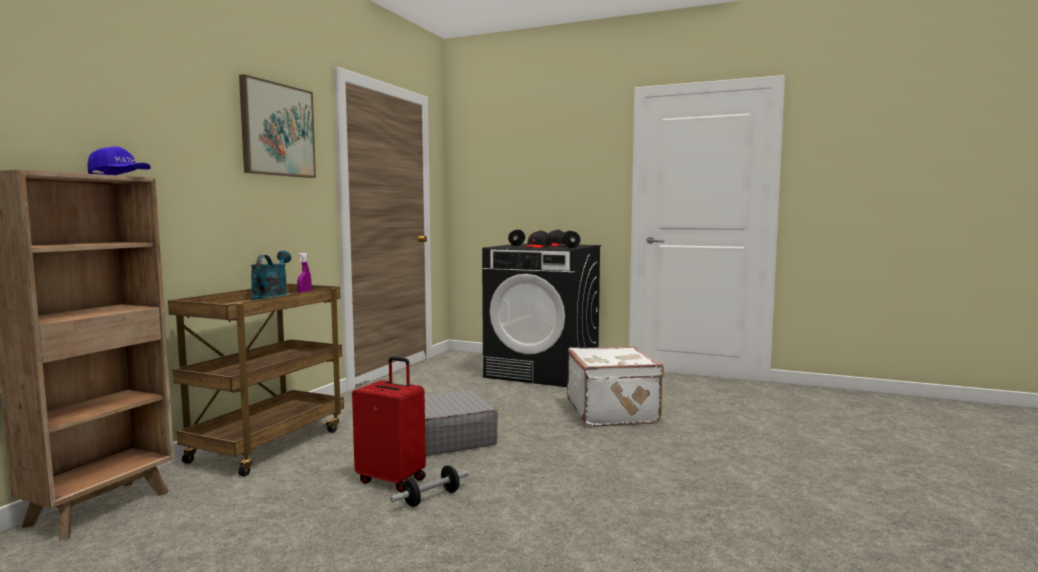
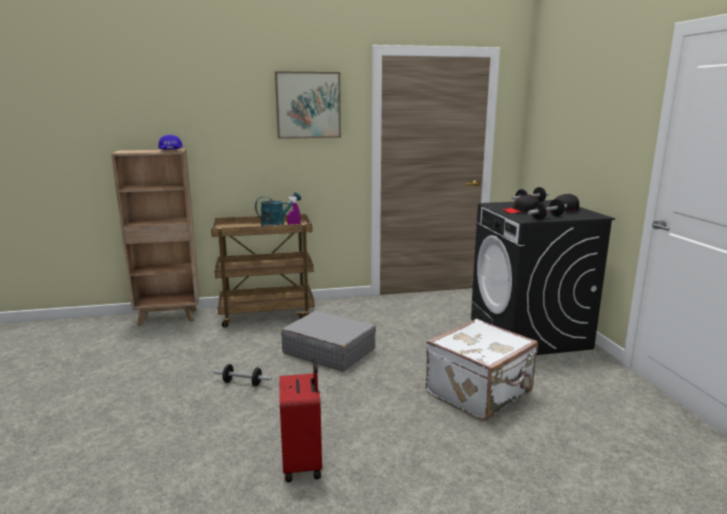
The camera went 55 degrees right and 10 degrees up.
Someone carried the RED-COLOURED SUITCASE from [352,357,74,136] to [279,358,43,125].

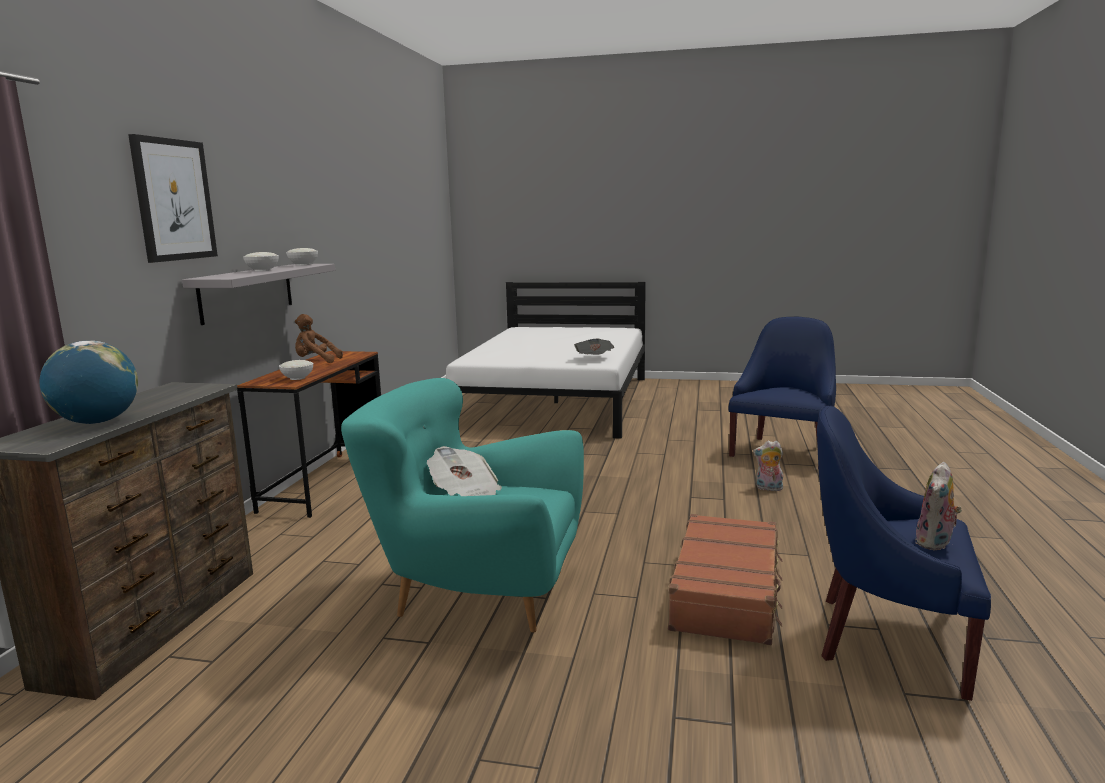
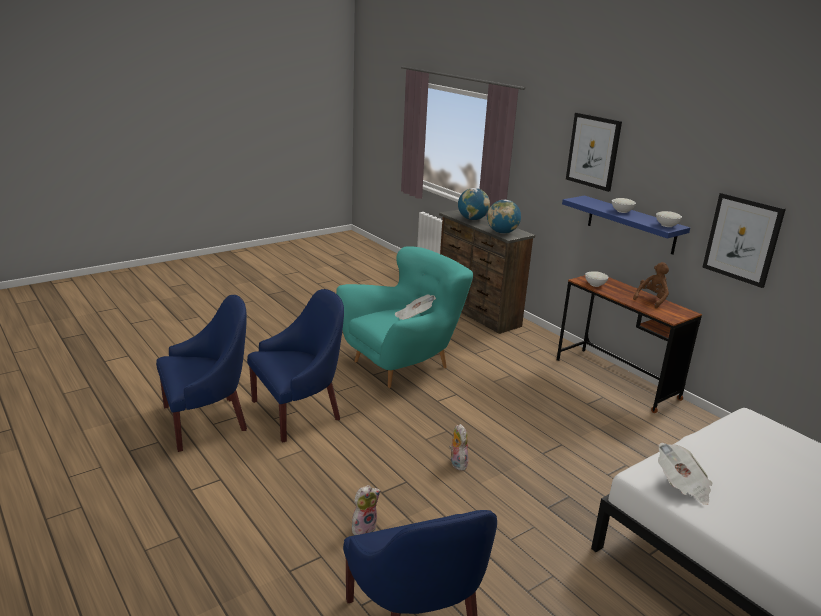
The camera went 130 degrees right and 10 degrees up.
Someone repainted the GRAY WALL SHELF at [182,264,153,61], which became the BLUISH WALL SHELF at [562,196,128,59].
Someone carried the CUDDLY TOY from [915,462,47,89] to [449,424,19,47].
Someone swapped the BROWN SUITCASE at [668,514,114,131] for the BLUISH EASY CHAIR at [247,289,97,154].
Someone put up the PICTURE at [702,193,84,95].
Someone put down the WORLD GLOBE at [487,200,34,34].

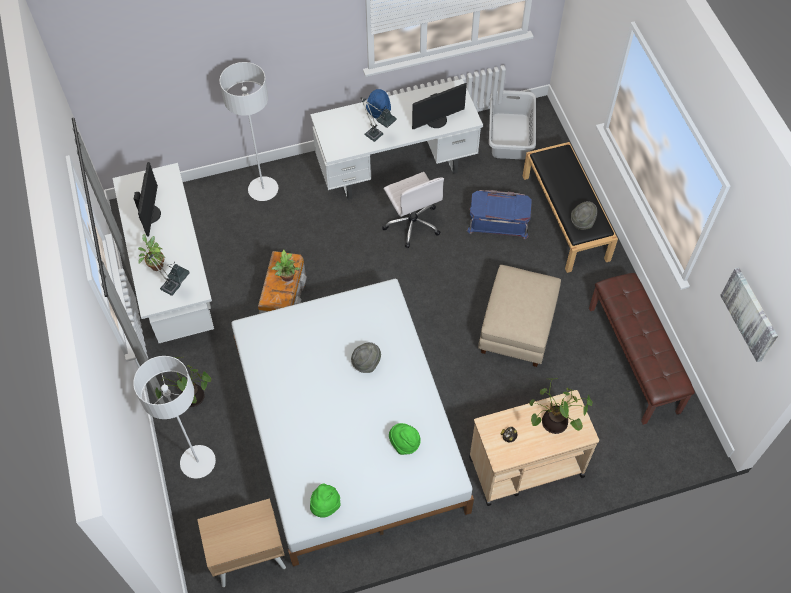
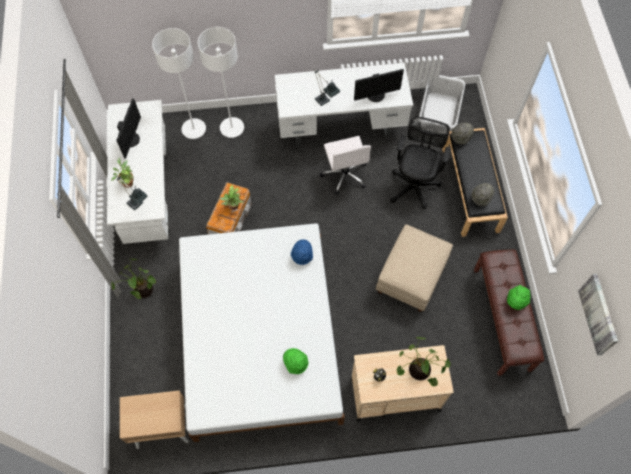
The camera went 10 degrees right and 5 degrees up.
Someone carried the BLUISH CLOTHING HAT from [366,89,25,30] to [291,239,22,26].
Someone swapped the BLUISH STORAGE CONTAINER at [467,190,65,49] for the BLACK-COLOURED COMPUTER CHAIR at [390,117,61,92].
Someone carried the GRAY CLOTHING HAT from [351,342,30,31] to [451,122,23,22].
Someone carried the WHITE FLOOR LAMP from [133,356,83,123] to [152,28,54,111].
Someone carried the GREEN-COLOURED CLOTHING HAT from [310,484,31,34] to [507,285,24,25].

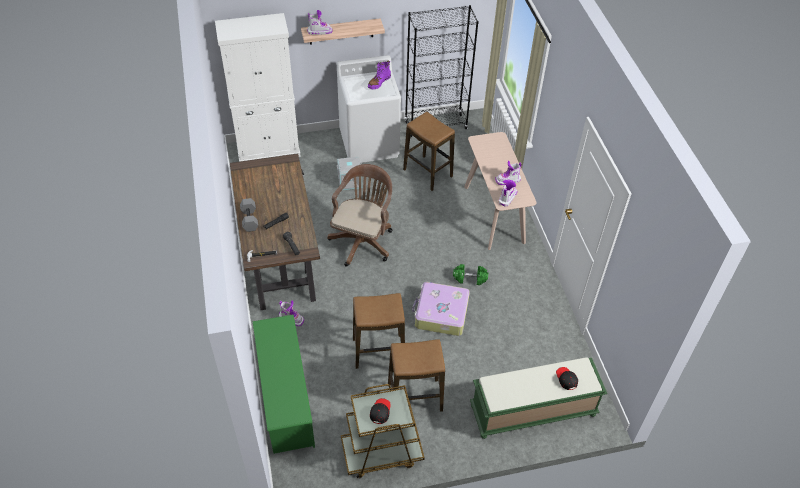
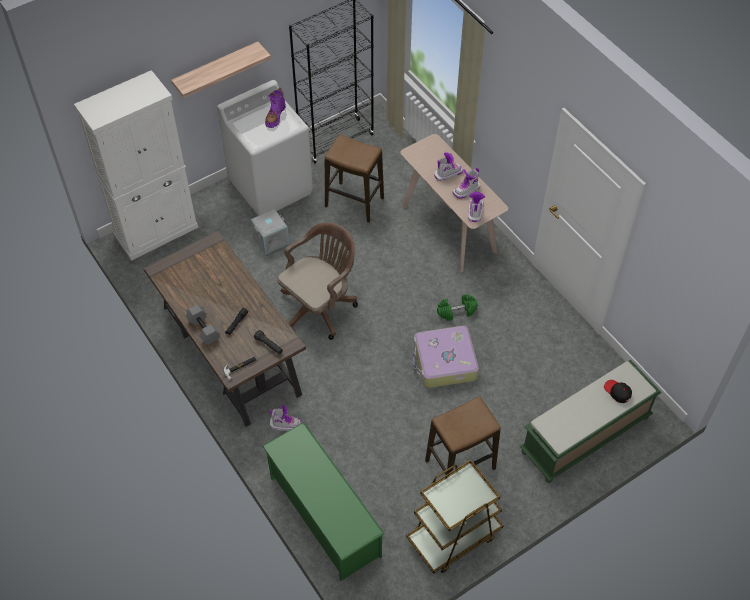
The camera went 20 degrees left and 5 degrees up.
Someone carried the HIGH-TOP BOOT from [307,10,26,25] to [434,152,29,29].
Someone rotated the BROWN COMPUTER CHAIR at [328,164,64,103] by 45 degrees clockwise.
Someone took away the STOOL at [353,293,52,76].
Someone took away the BLACK-COLOURED BASEBALL CAP at [370,398,21,26].

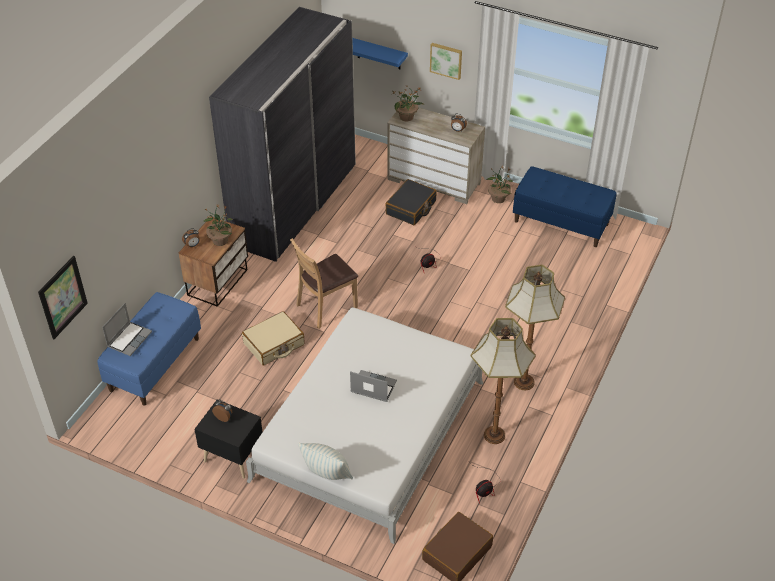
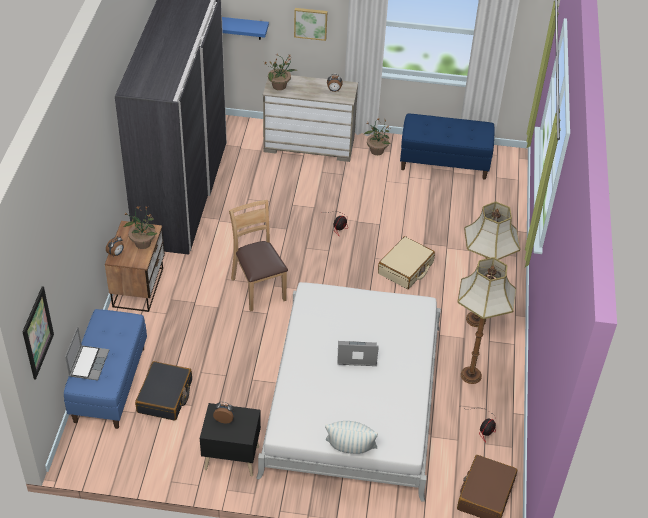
The camera went 20 degrees left and 0 degrees up.
Someone carried the BLACK-COLOURED SUITCASE from [385,179,51,46] to [135,361,57,60].
Someone rotated the BROWN UPRIGHT CHAIR at [290,238,68,91] by 120 degrees clockwise.
Someone carried the SAND-COLOURED SUITCASE from [242,311,63,54] to [378,236,57,53].

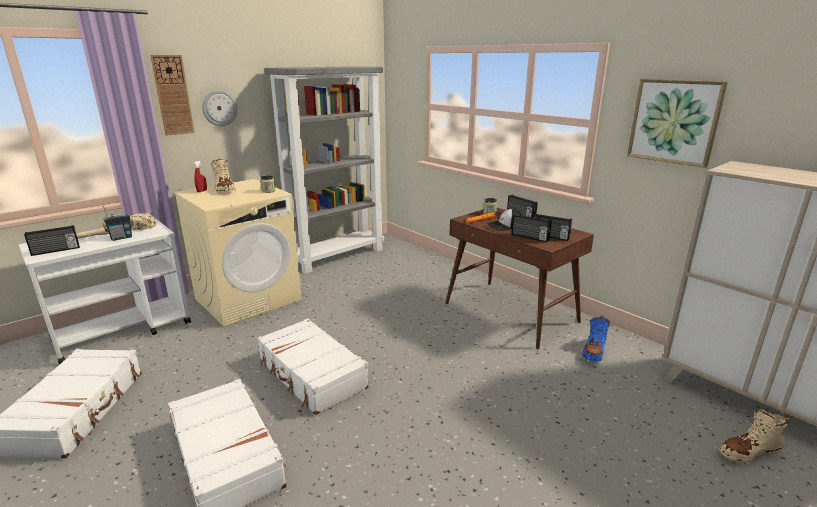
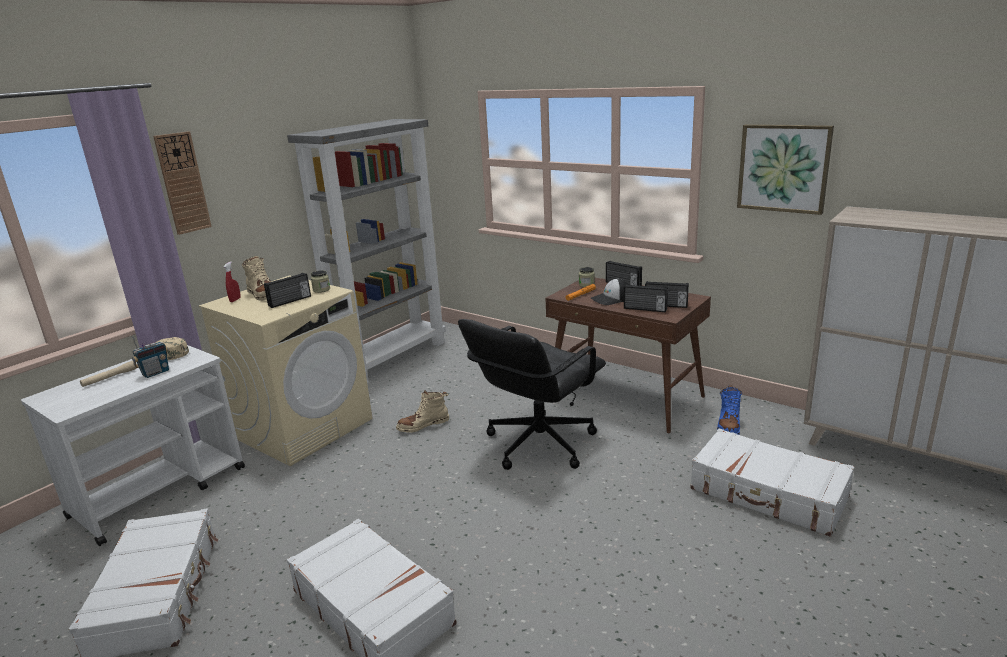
The camera went 10 degrees left and 0 degrees up.
Someone took away the CLOCK ON THE WALL at [202,90,35,36].
Someone carried the RADIO from [24,225,56,31] to [264,273,47,35].
Someone carried the WHITE SUITCASE from [257,318,112,97] to [690,429,164,108].
Someone carried the SAND-COLOURED HIGH-TOP BOOT from [719,409,71,54] to [396,390,53,43].
Someone put down the BLACK-COLOURED COMPUTER CHAIR at [458,319,148,151].

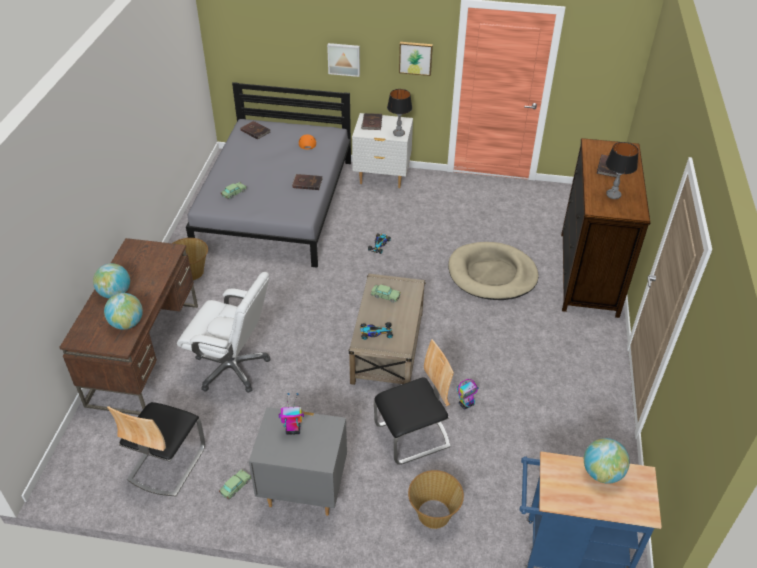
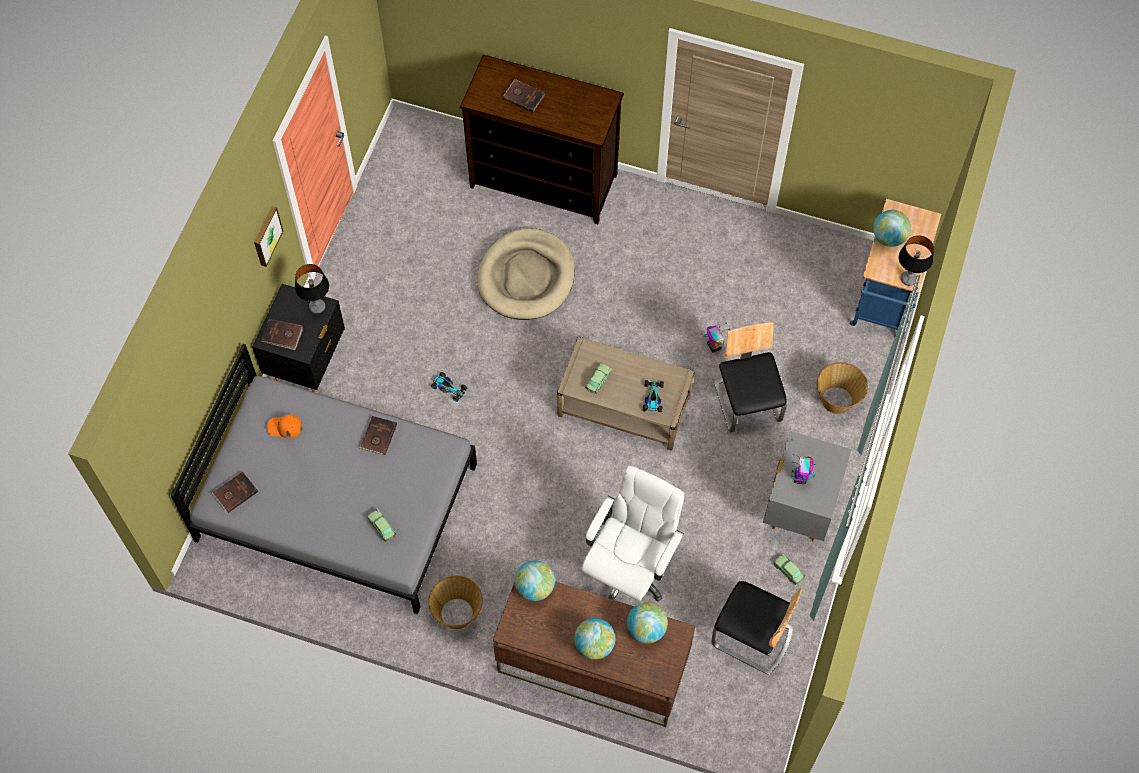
The camera went 80 degrees left and 20 degrees up.
Someone took away the PICTURE at [327,43,33,34].
Someone repainted the WHITE BEDSIDE TABLE at [352,113,61,75], which became the BLACK-COLOURED BEDSIDE TABLE at [252,284,93,109].
Someone carried the TABLE LAMP from [606,142,33,57] to [899,235,35,51].
Someone put down the WORLD GLOBE at [515,560,40,41].

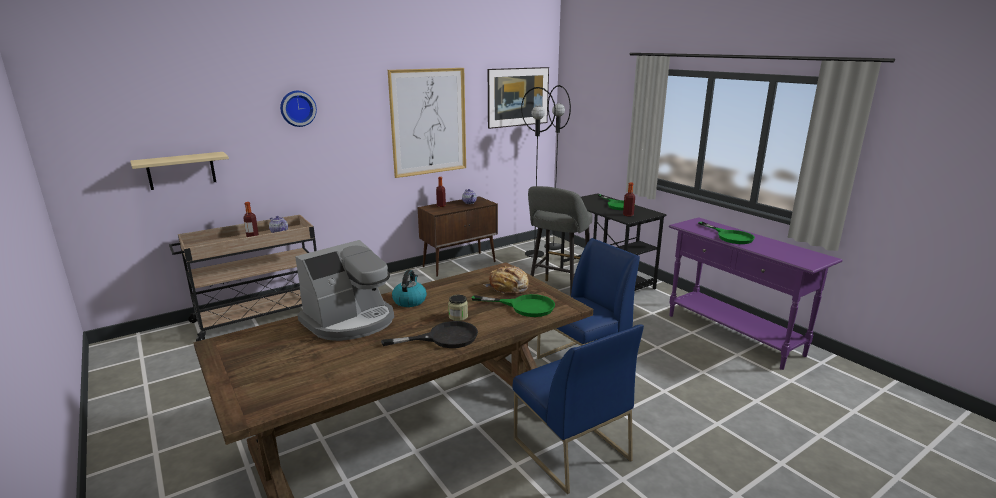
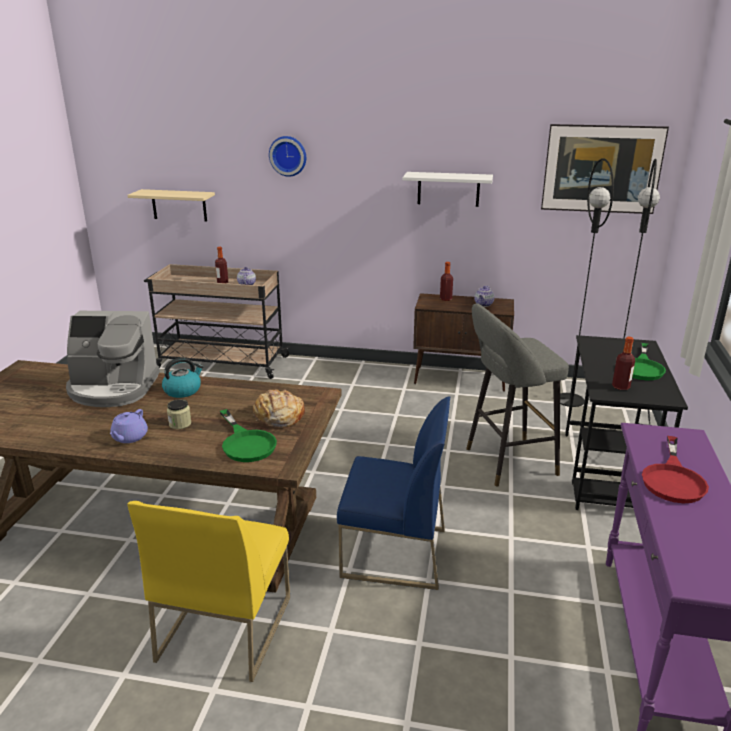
The camera went 45 degrees right and 5 degrees up.
Someone swapped the PICTURE at [388,68,78,110] for the WHITE WALL SHELF at [403,172,90,35].
Someone repainted the GREEN-COLOURED SKILLET at [698,222,57,22], which became the RED-COLOURED SKILLET at [642,436,67,67].
Someone swapped the BLACK-COLOURED SKILLET at [381,321,97,27] for the PURPLE POT FOR TEA at [110,409,38,34].
Someone repainted the BLUISH UPRIGHT CHAIR at [513,325,131,169], which became the YELLOWISH UPRIGHT CHAIR at [127,501,163,181].

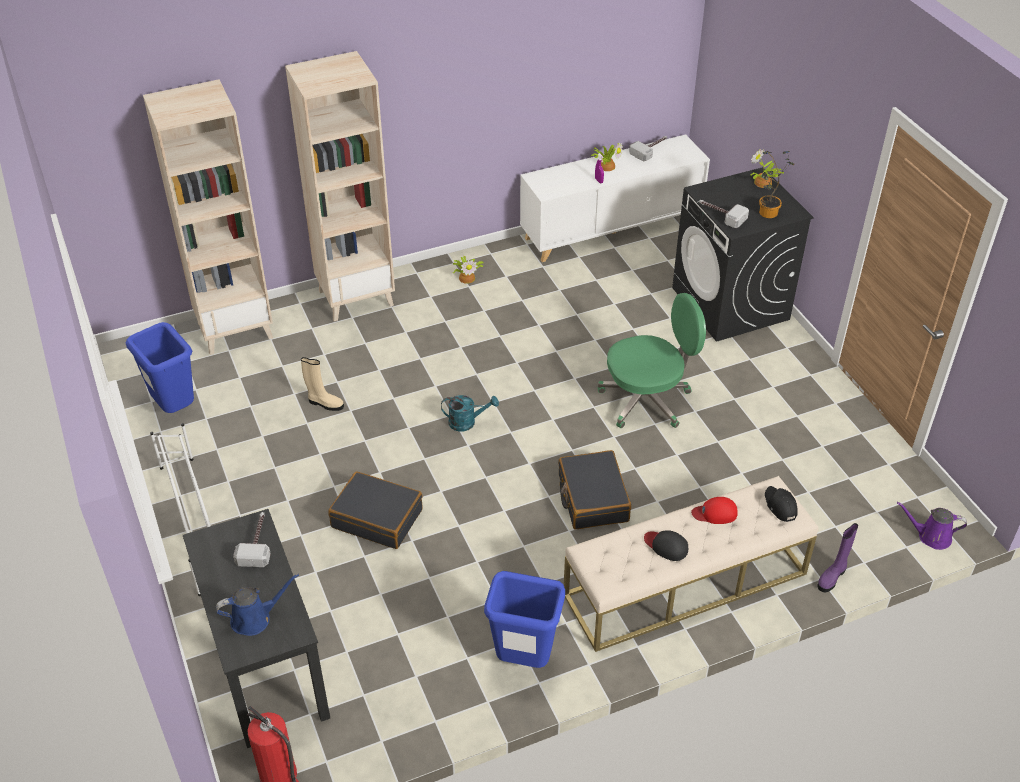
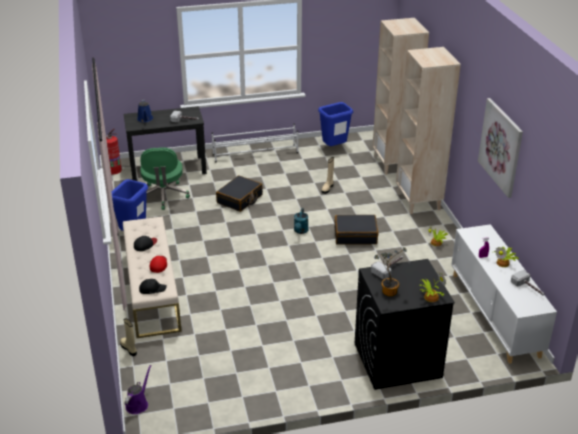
The camera went 100 degrees right and 10 degrees down.
Someone carried the GREEN-COLOURED COMPUTER CHAIR from [598,293,108,135] to [140,147,50,63].
Someone carried the BLACK-COLOURED SUITCASE from [558,450,73,80] to [334,215,44,30].
Someone repainted the PURPLE HIGH-TOP BOOT at [817,523,41,69], which became the SAND-COLOURED HIGH-TOP BOOT at [120,318,17,38].
Someone put up the PICTURE at [478,98,45,100].

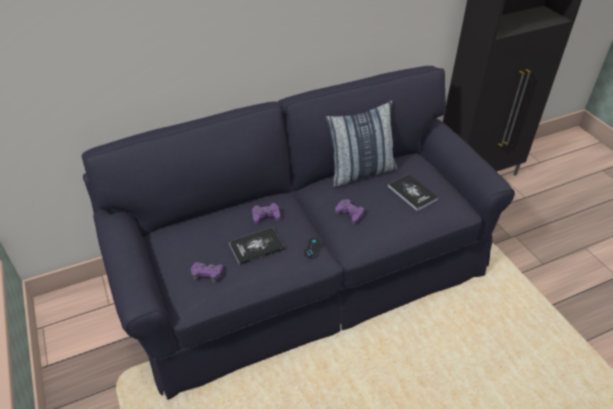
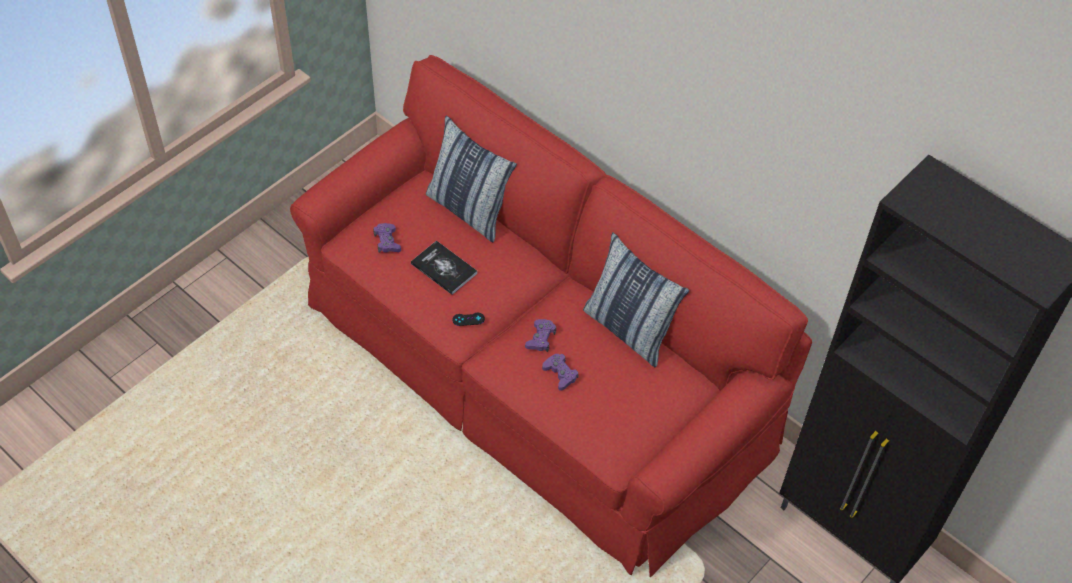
The camera went 65 degrees right and 10 degrees up.
Someone repainted the BLACK-COLOURED COUCH at [82,66,433,334], which became the RED-COLOURED COUCH at [290,55,522,522].
Someone took away the BOUND BOOK at [388,174,50,37].
Someone carried the PURPLE GAME CONTROLLER from [252,203,28,21] to [542,354,36,37].
Someone put down the PILLOW at [426,116,91,126].

